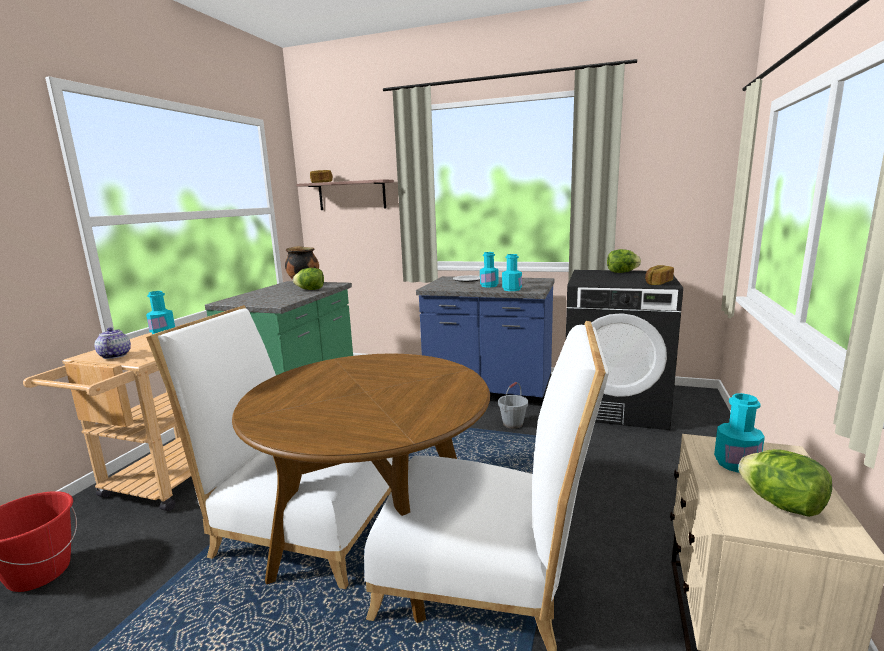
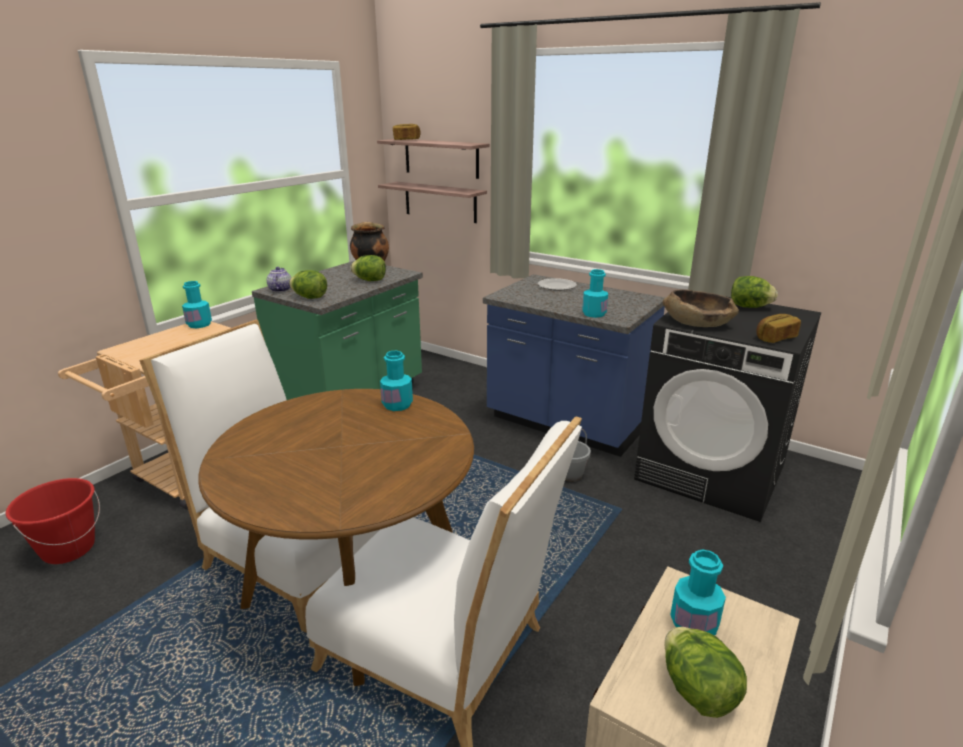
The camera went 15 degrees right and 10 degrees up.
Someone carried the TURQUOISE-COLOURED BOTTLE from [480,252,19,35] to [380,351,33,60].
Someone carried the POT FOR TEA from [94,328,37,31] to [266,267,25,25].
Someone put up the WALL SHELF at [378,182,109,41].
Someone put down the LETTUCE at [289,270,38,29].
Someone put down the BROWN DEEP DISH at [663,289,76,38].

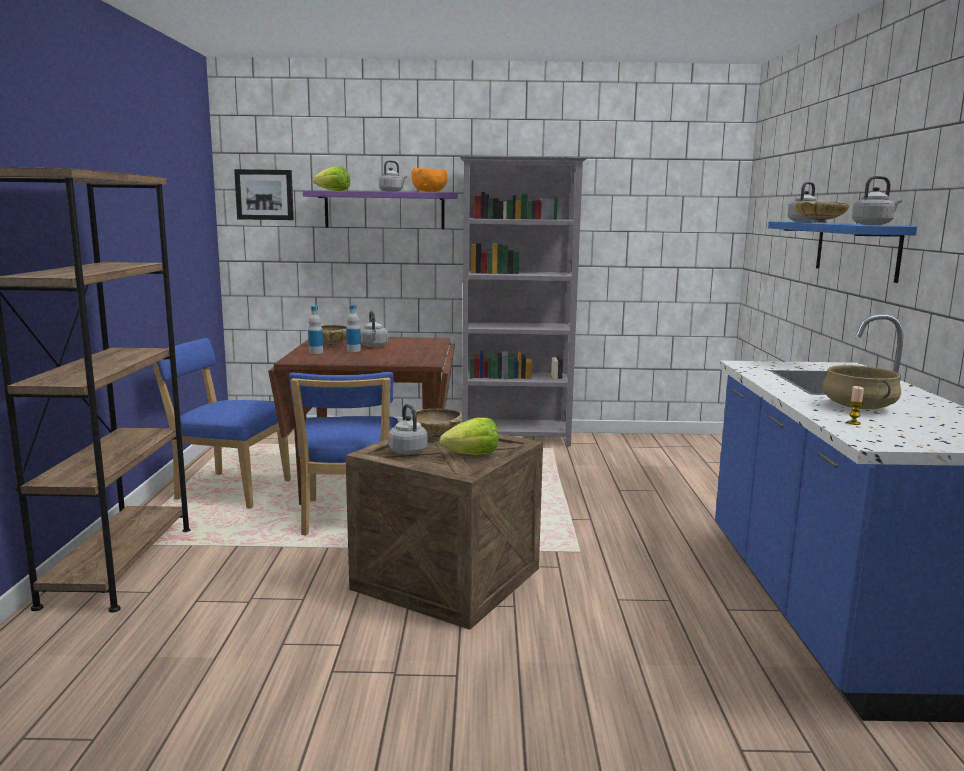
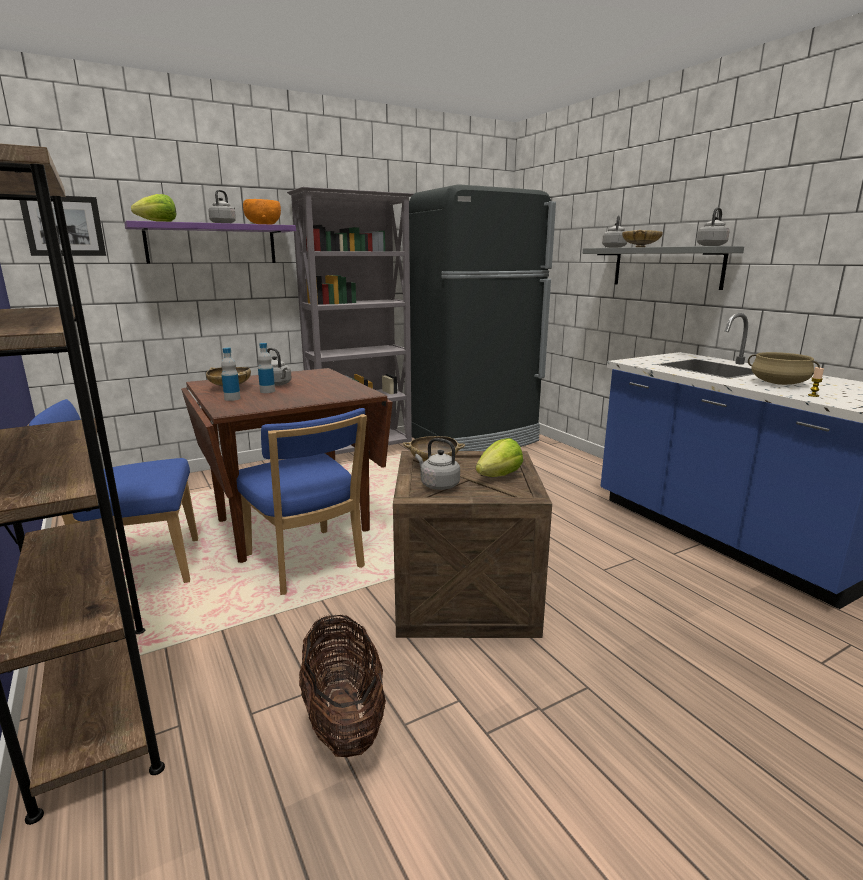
The camera went 30 degrees left and 5 degrees up.
Someone repainted the BLUISH WALL SHELF at [768,221,149,62], which became the GRAY WALL SHELF at [583,246,161,44].
Someone put down the BLACK-COLOURED KITCHEN FRIDGE at [409,184,147,267].
Someone put down the HOUSEHOLD BASKET at [299,614,87,143].

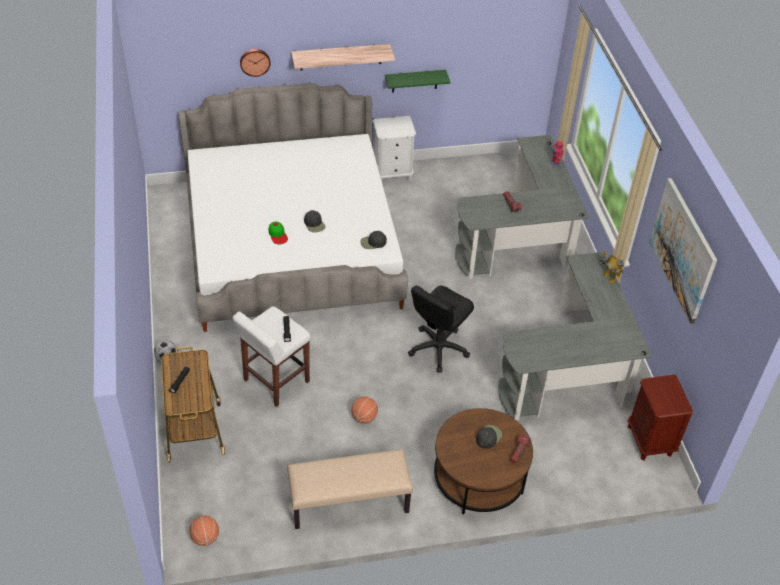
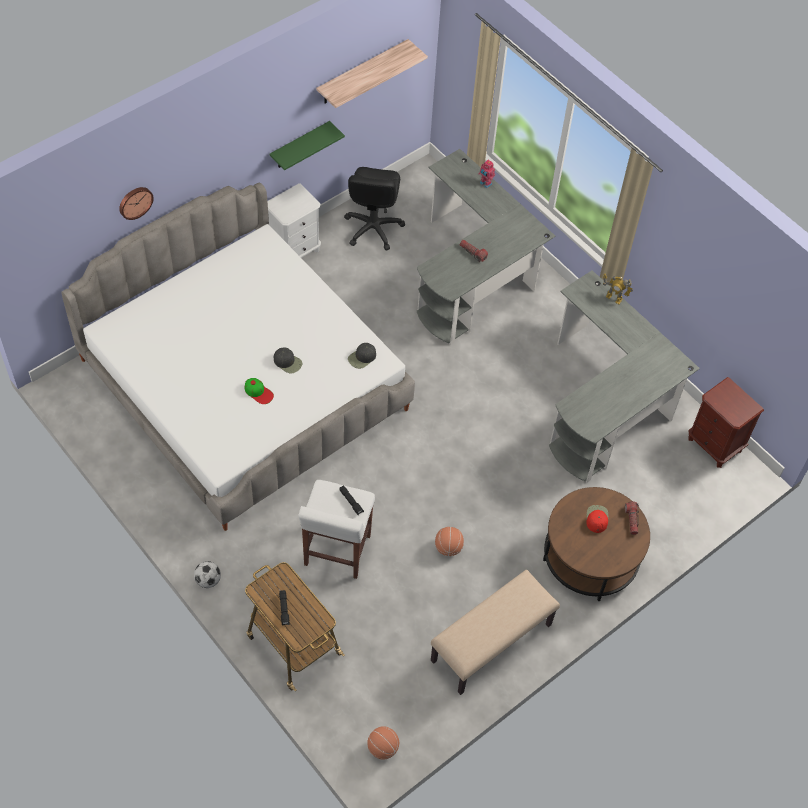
The camera went 30 degrees left and 10 degrees up.
Someone carried the WALL SHELF from [291,44,104,26] to [316,39,112,69].
Someone took away the PICTURE at [649,178,68,146].
Someone carried the BLACK-COLOURED COMPUTER CHAIR from [408,286,66,87] to [344,167,61,84].
Someone repainted the BLACK-COLOURED BASEBALL CAP at [476,425,26,24], which became the RED-COLOURED BASEBALL CAP at [586,505,23,28].

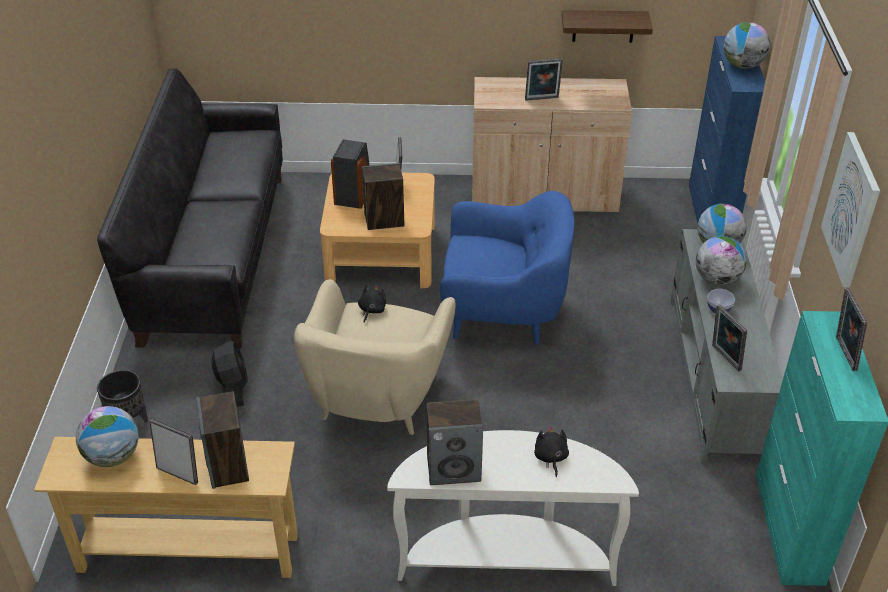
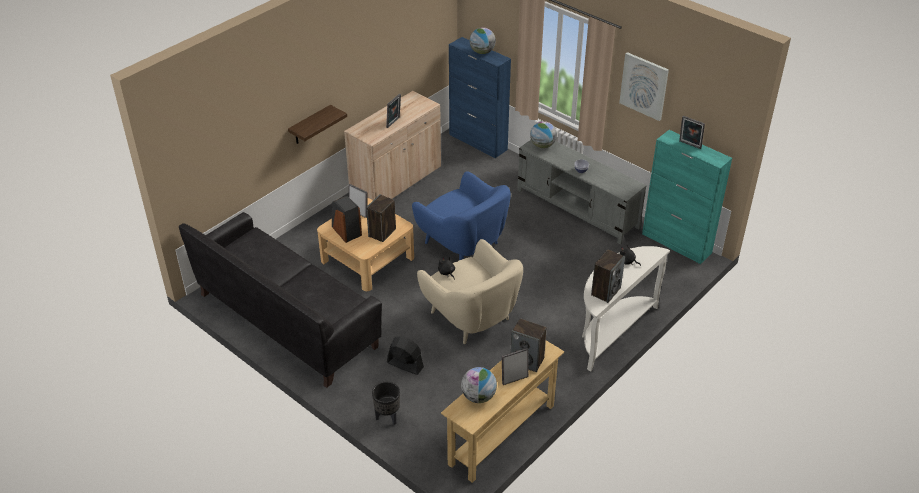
The camera went 50 degrees left and 0 degrees up.
Someone carried the WALL SHELF from [562,10,91,33] to [288,105,59,39].
Someone rotated the BLUISH EASY CHAIR at [440,191,134,154] by 90 degrees clockwise.
Someone took away the WORLD GLOBE at [696,236,51,50].
Someone took away the STANDING FRAME at [712,305,35,66].

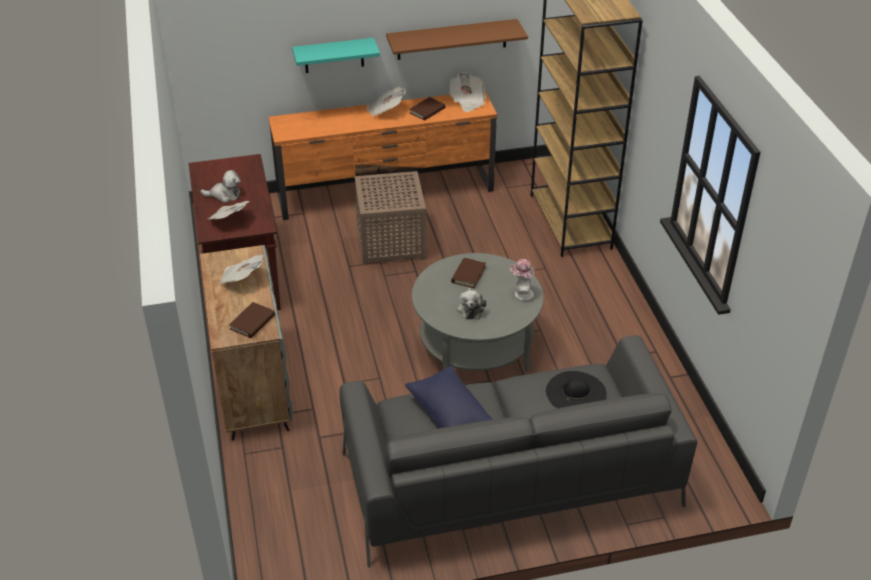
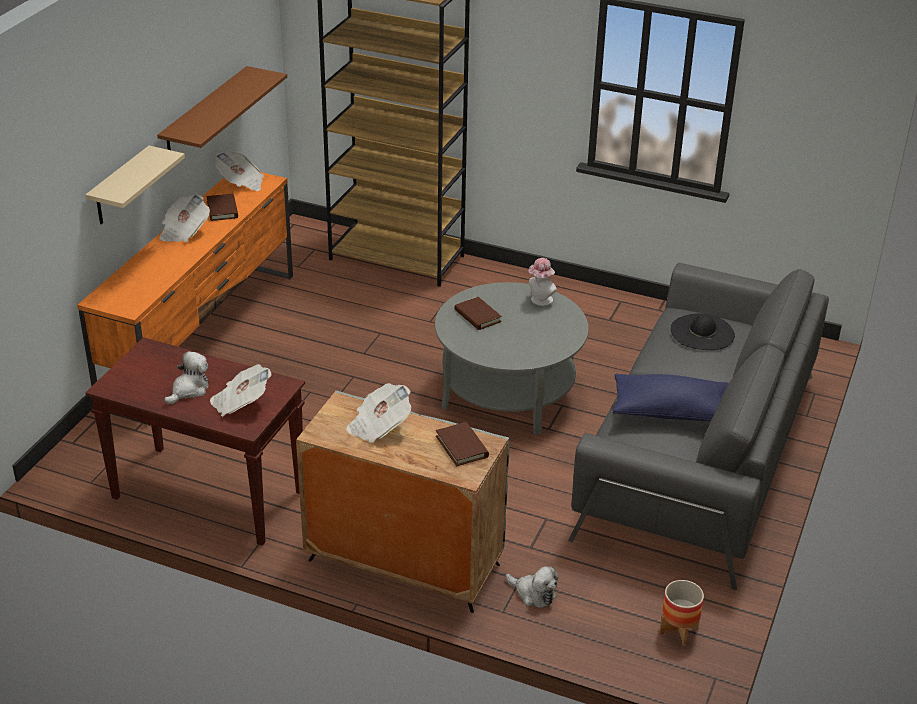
The camera went 55 degrees left and 5 degrees down.
Someone repainted the TURQUOISE-COLOURED WALL SHELF at [292,38,88,35], which became the SAND-COLOURED WALL SHELF at [85,146,100,78].
Someone took away the BROWN END TABLE at [355,171,71,94].
Someone carried the CUDDLY TOY from [457,288,29,31] to [506,566,53,42].
Someone put down the FLOWER POT at [659,580,45,66].

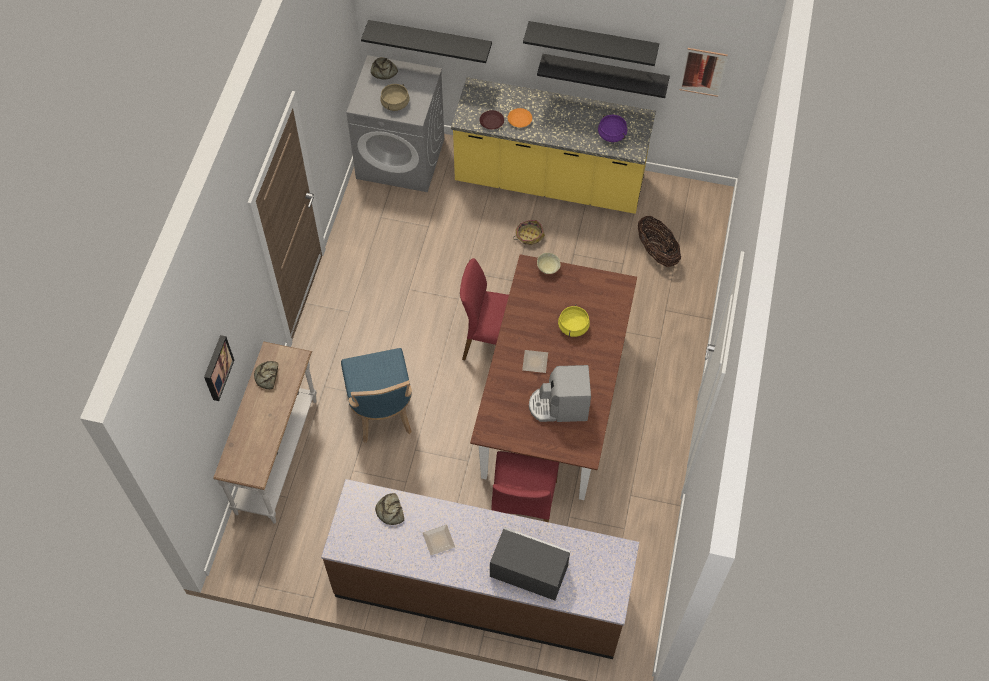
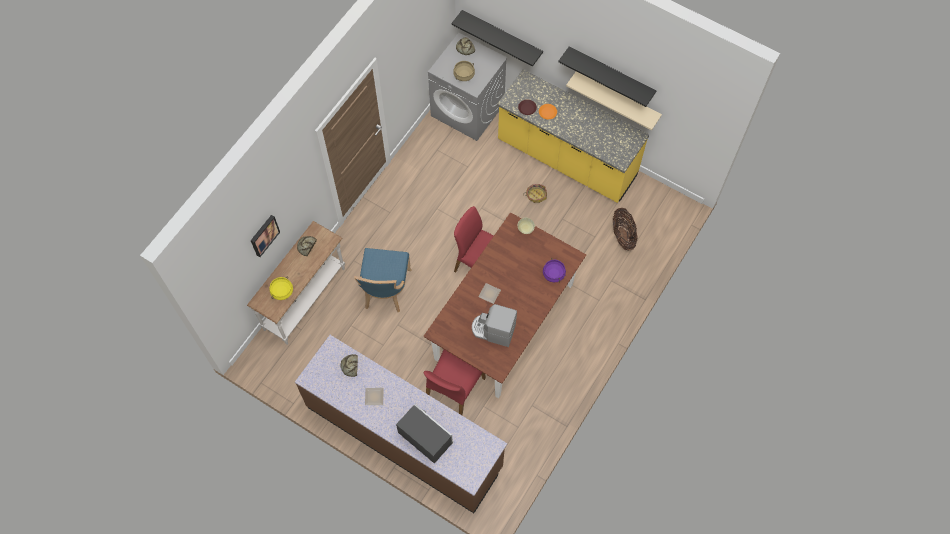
The camera went 20 degrees right and 5 degrees up.
Someone took away the PICTURE at [680,48,48,49].
Someone repainted the BLACK-COLOURED WALL SHELF at [537,54,133,44], which became the SAND-COLOURED WALL SHELF at [566,71,96,59].
Someone carried the PURPLE SAUCEPOT from [598,115,29,27] to [543,258,23,24].
Someone carried the YELLOWISH SAUCEPOT from [558,304,32,33] to [270,276,23,24].

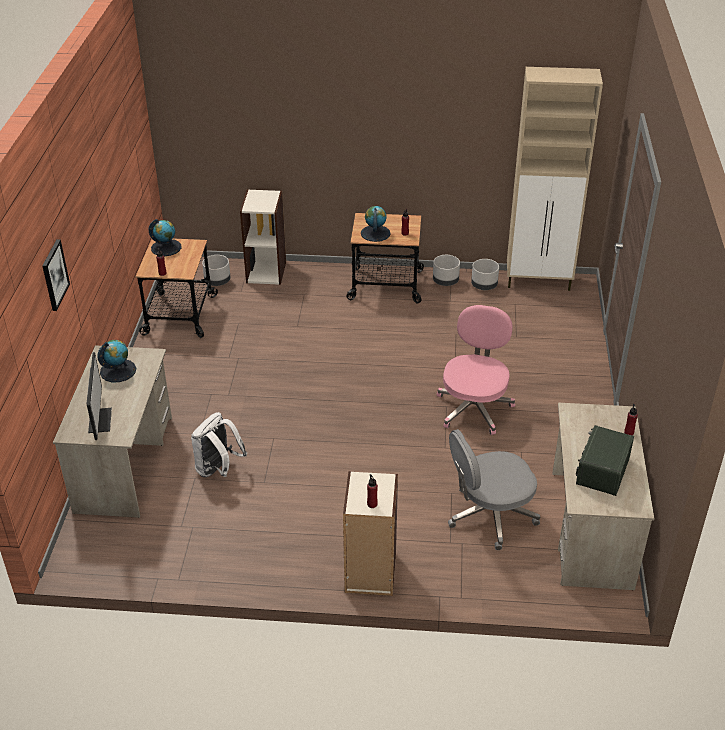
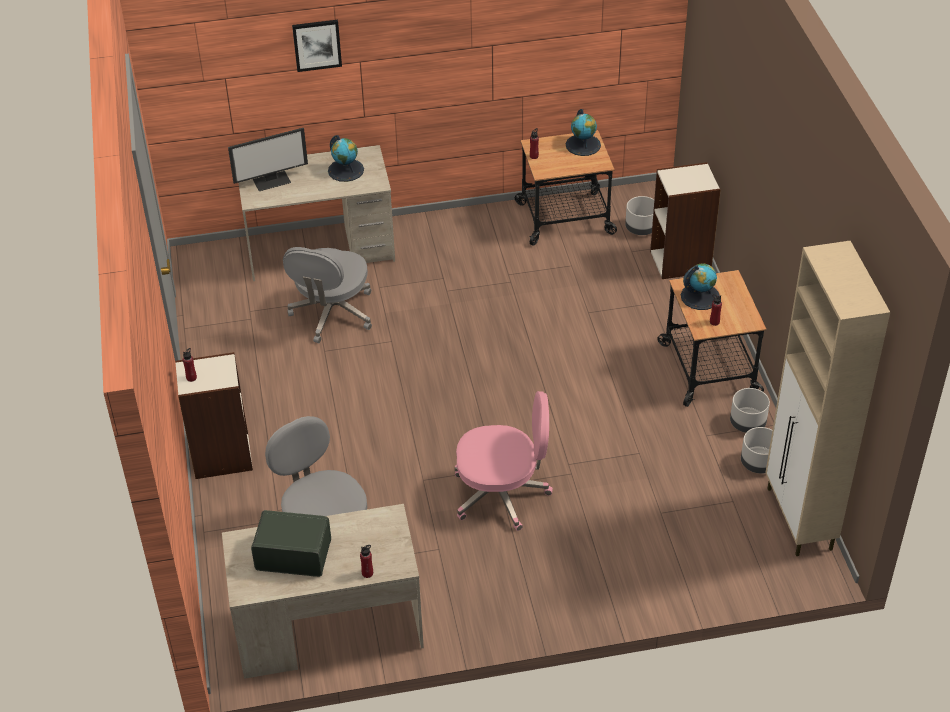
The camera went 75 degrees right and 5 degrees up.
Someone swapped the WHITE BACKPACK at [191,412,56,65] for the GRAY COMPUTER CHAIR at [283,247,89,96].

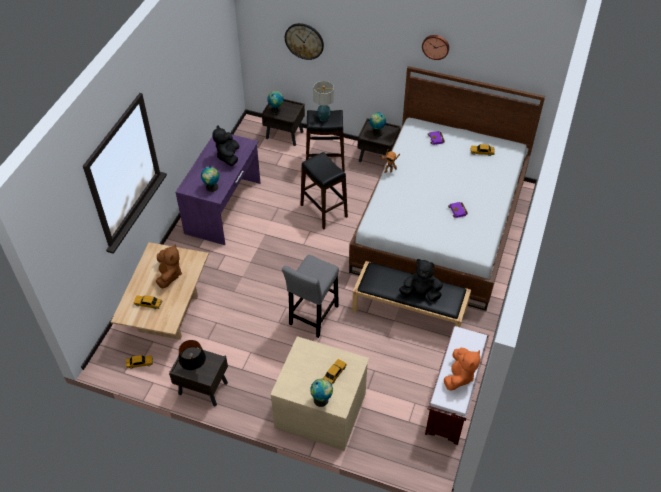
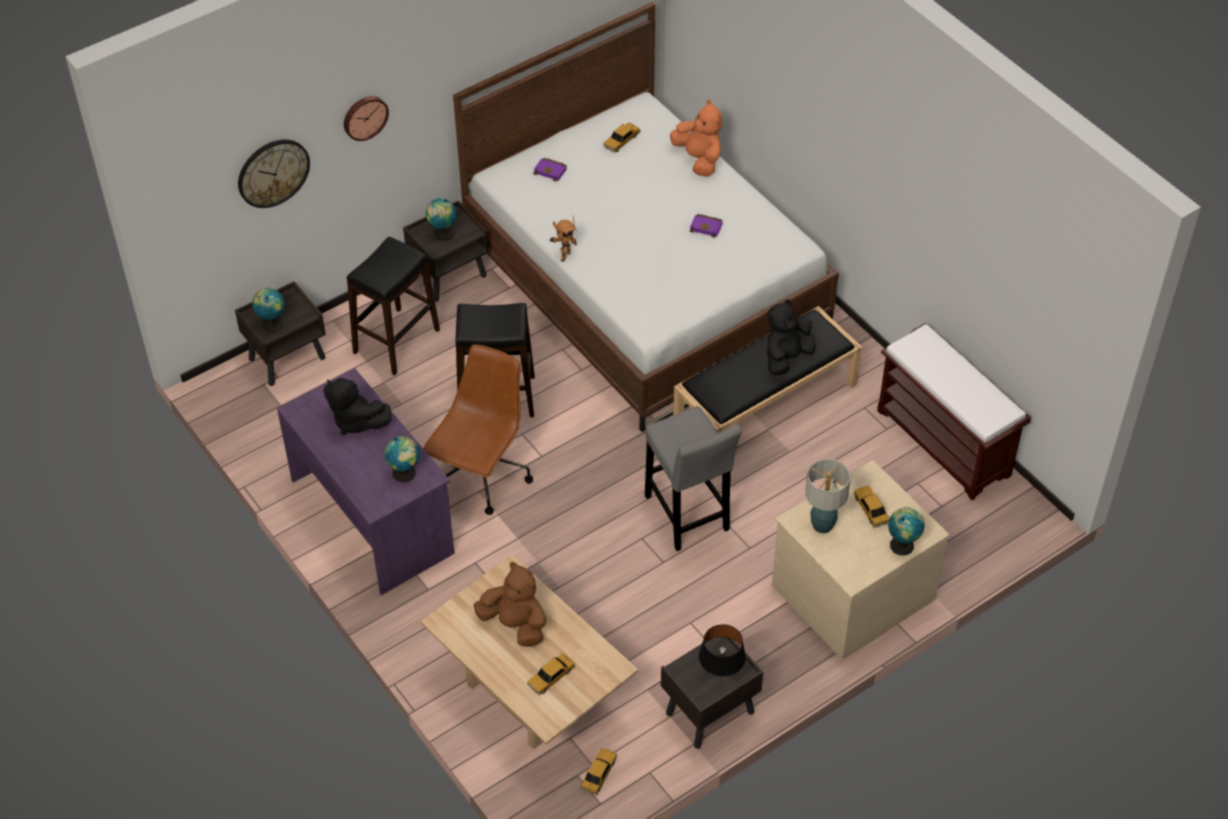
The camera went 55 degrees left and 0 degrees up.
Someone carried the CLOCK ON THE WALL from [422,35,27,25] to [344,96,45,45].
Someone carried the TABLE LAMP from [313,81,21,40] to [806,459,45,74].
Someone carried the ORANGE-COLOURED CUDDLY TOY from [444,348,37,42] to [670,100,52,76].
Someone put down the BROWN COMPUTER CHAIR at [423,345,110,170].

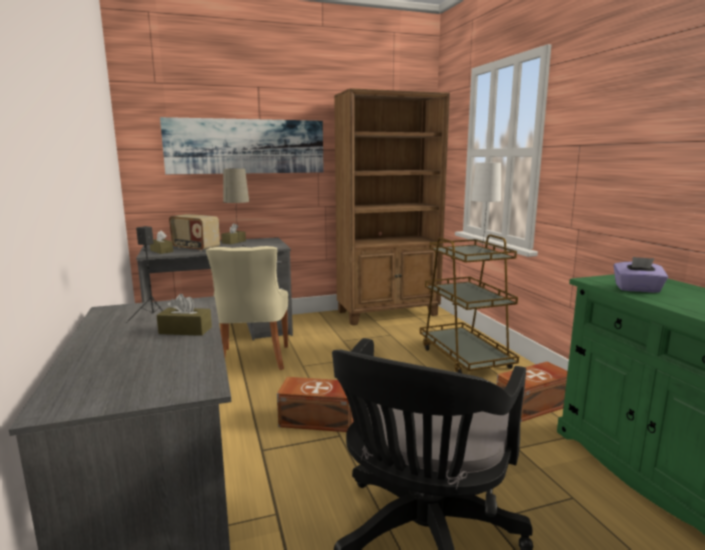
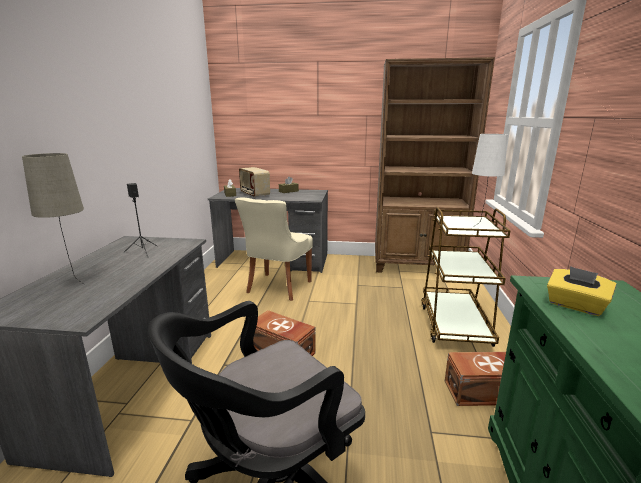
The camera went 25 degrees right and 5 degrees up.
Someone took away the PICTURE at [160,117,164,57].
Someone carried the SAND-COLOURED TABLE LAMP from [223,168,26,77] to [22,153,63,132].
Someone repainted the PURPLE TISSUE BOX at [614,257,54,36], which became the YELLOWISH TISSUE BOX at [547,266,70,50].
Someone took away the BROWN TISSUE BOX at [157,294,55,42].

